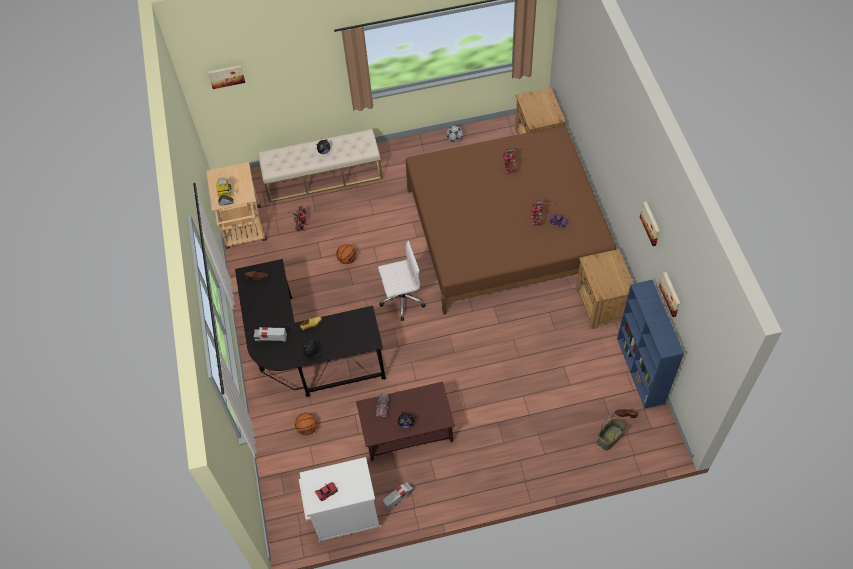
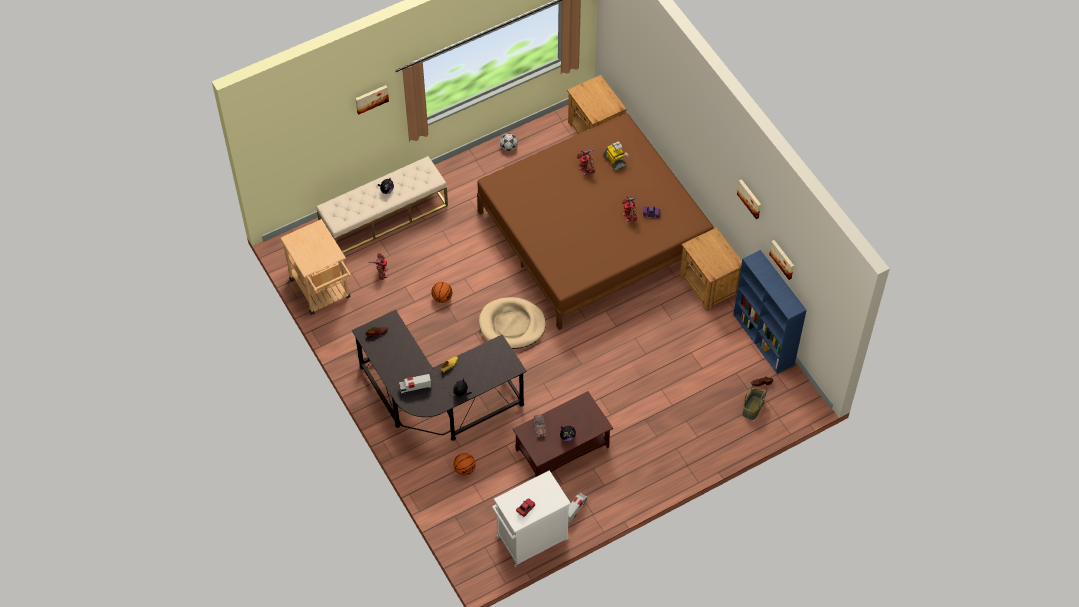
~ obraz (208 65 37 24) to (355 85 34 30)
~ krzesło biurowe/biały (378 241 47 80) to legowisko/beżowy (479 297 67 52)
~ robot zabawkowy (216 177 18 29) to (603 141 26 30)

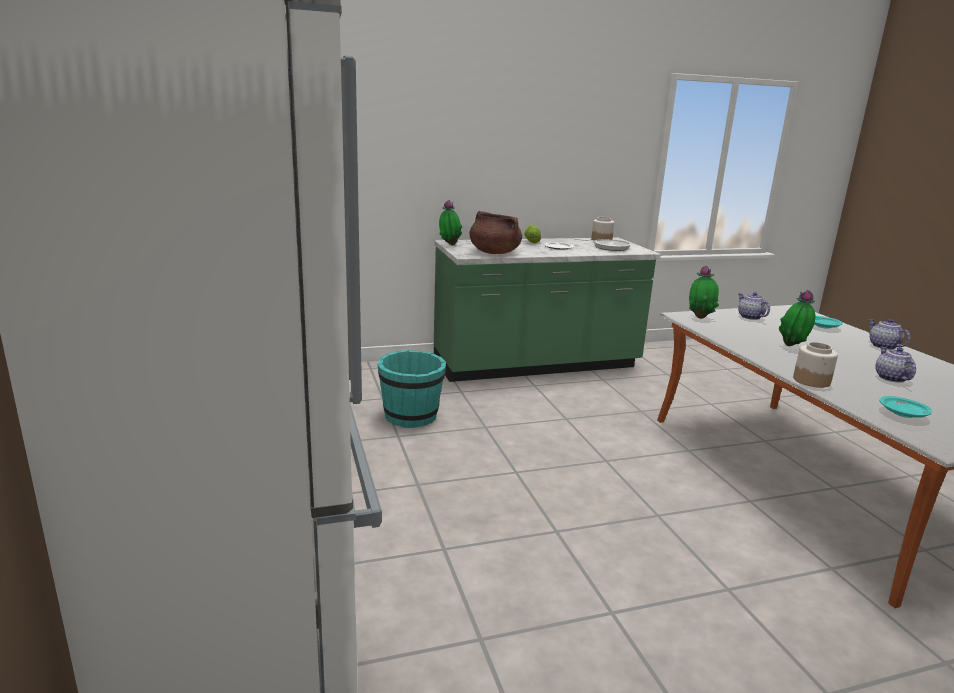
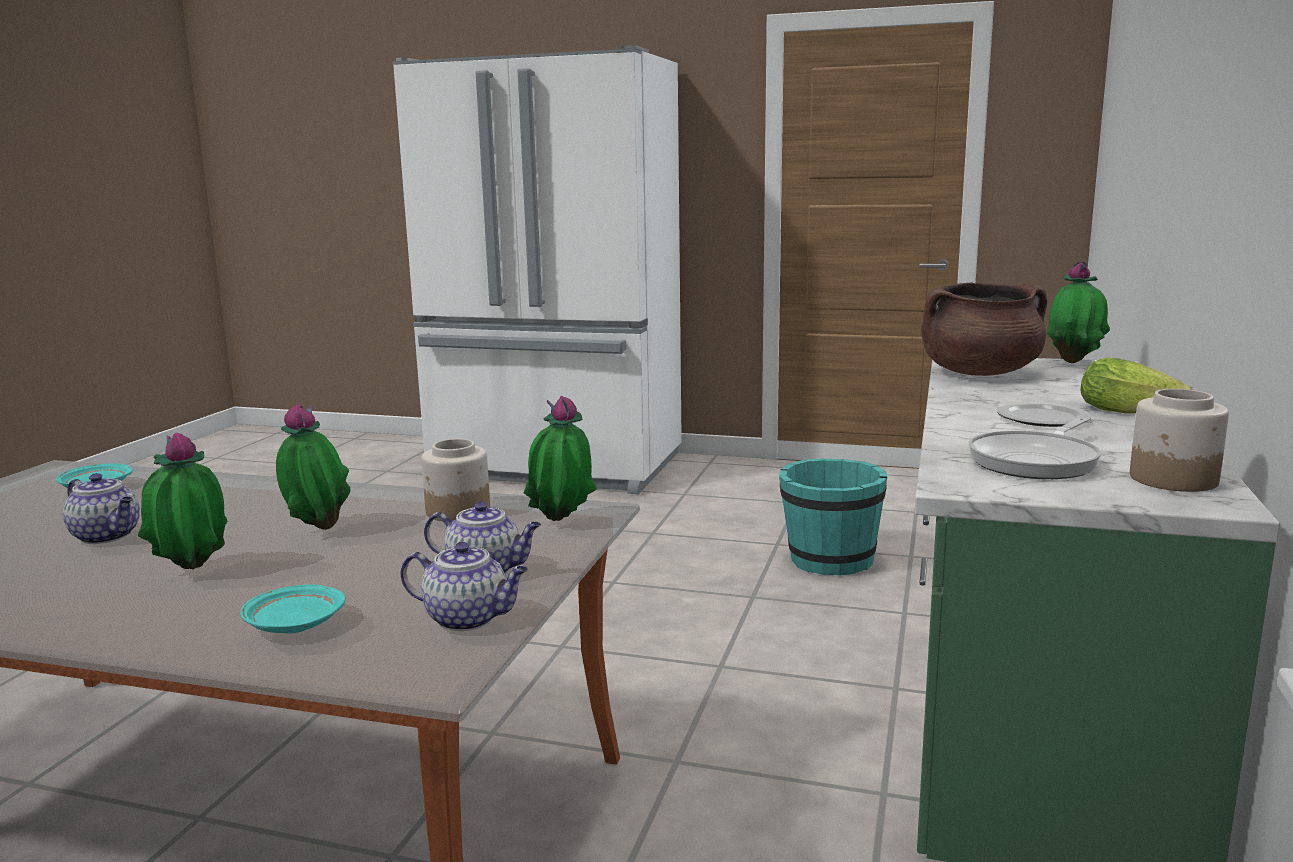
+ roślina doniczkowa (138 432 90 137)
~ imbryk (868 319 42 31) to (401 542 127 89)
~ słoik (793 342 45 46) to (421 439 69 82)

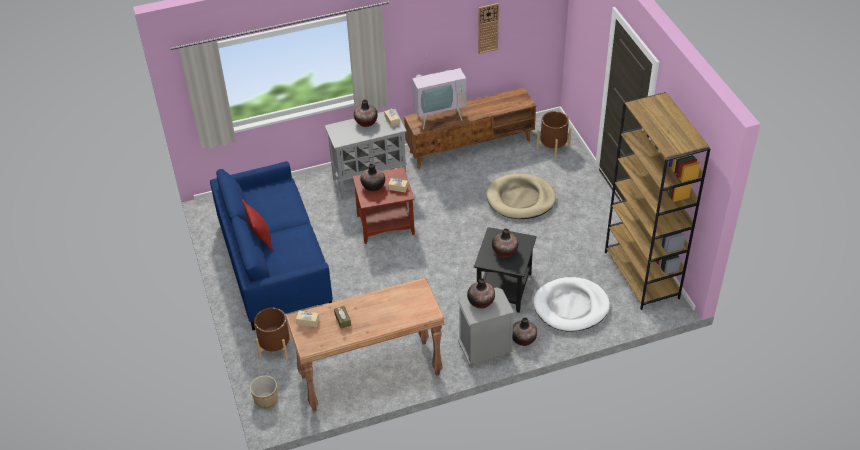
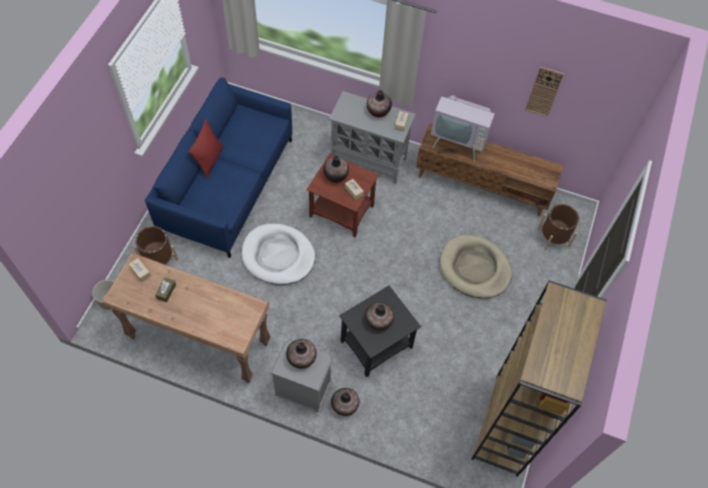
~ legowisko/biały (534 277 76 55) to (241 224 74 61)

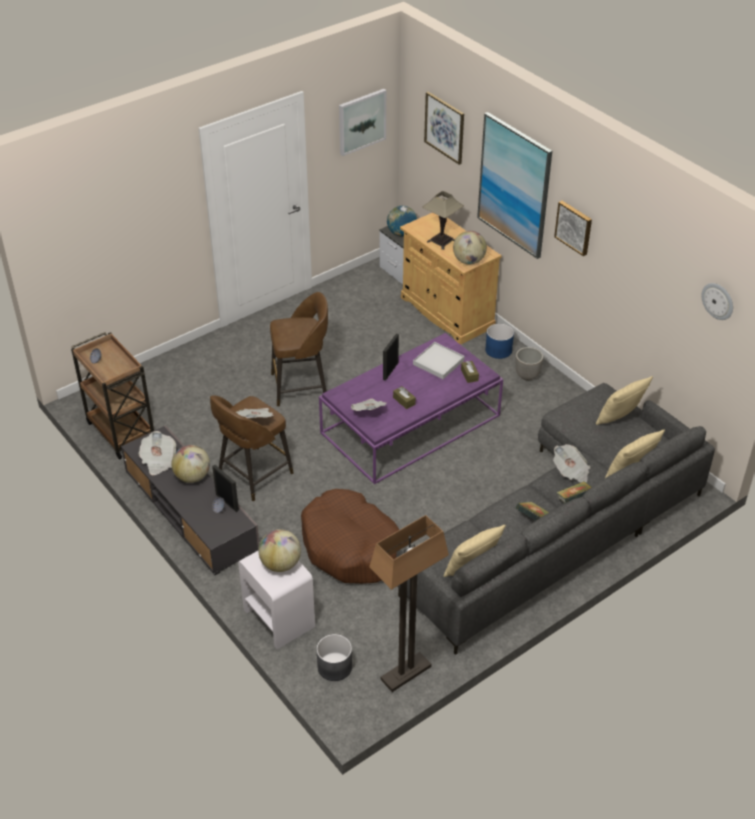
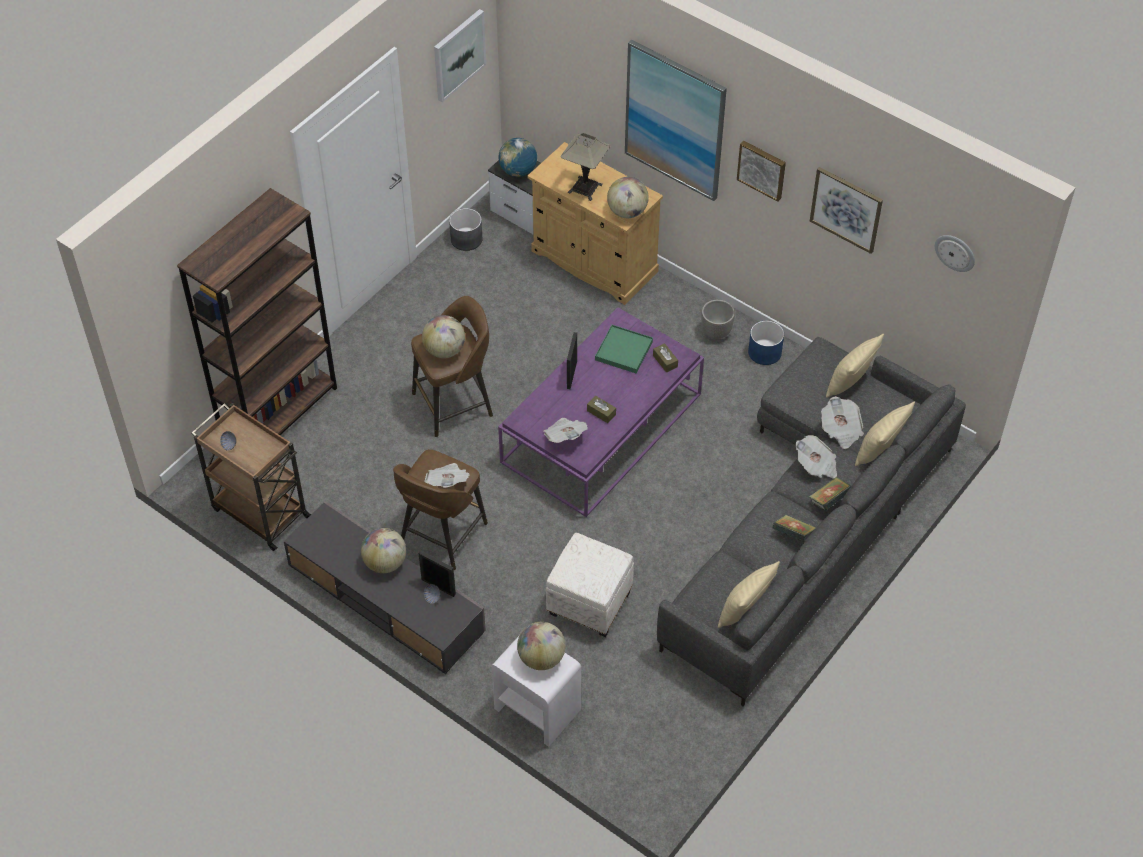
+ regał/brązowy (177 188 160 247)
+ globus (422 315 43 43)
~ donica/szary (317 634 35 47) to (449 208 34 43)
~ legowisko/brązowy (301 489 98 95) to pufa/biały (546 533 88 104)
~ taca/biały (413 342 52 37) to taca/zielony (595 325 58 49)
~ donica/niebieski (485 324 29 35) to (748 321 36 44)
~ obraz (424 92 40 73) to (810 167 73 87)
~ gazeta (138 431 38 44) to (821 396 43 53)
- lampa stojąca (369 515 80 177)

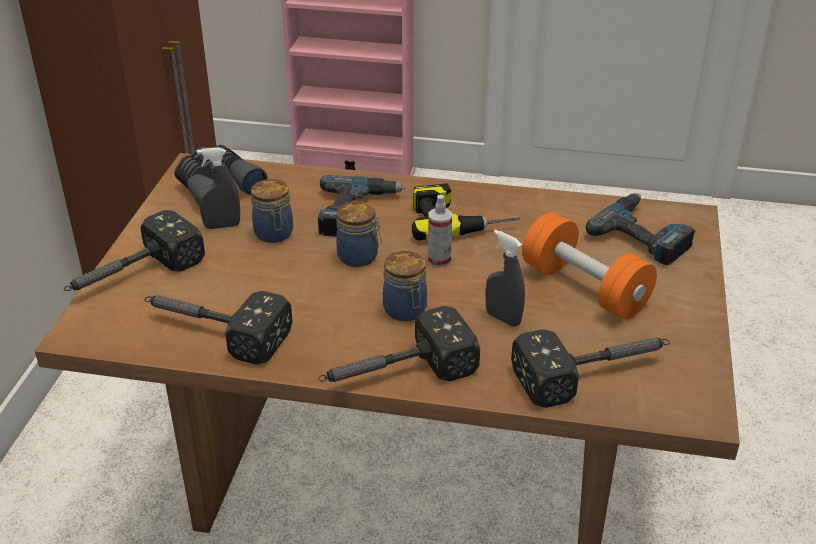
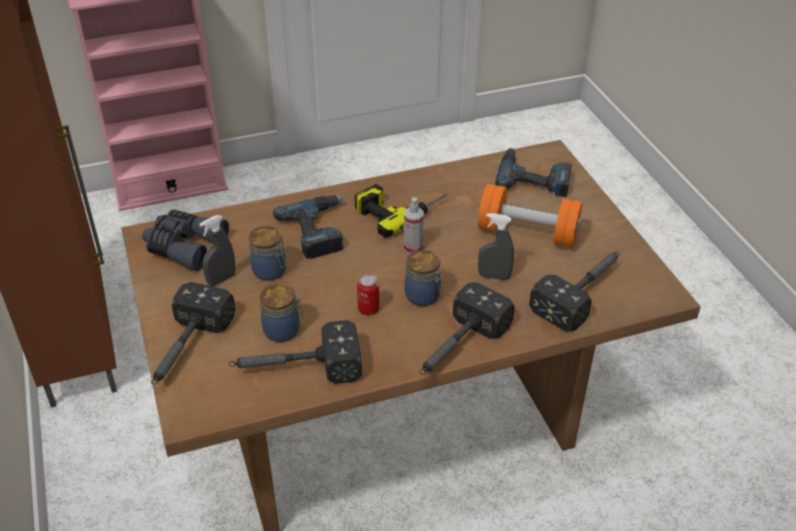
~ słoik (336 201 46 66) to (260 284 43 58)
+ puszka (357 274 23 41)

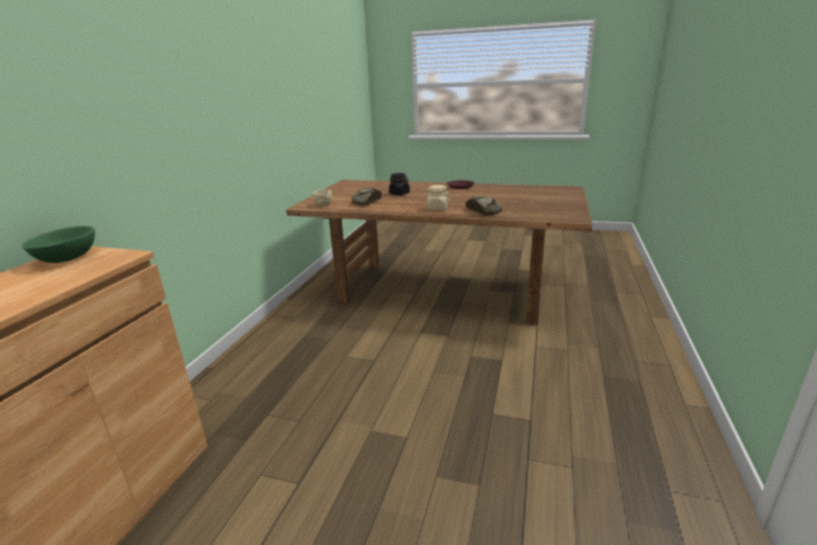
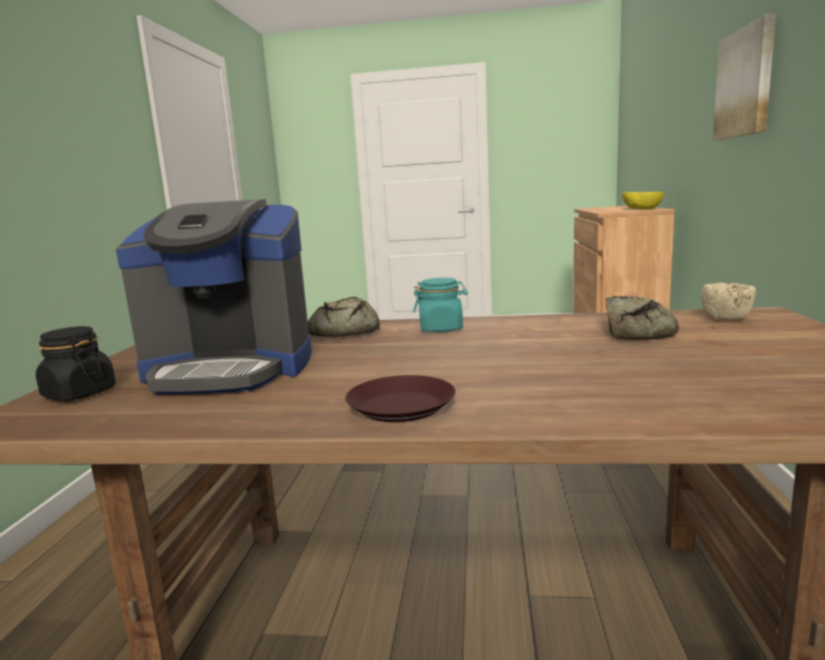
~ słoik/czarny (389 173 21 22) to (36 326 80 75)
+ ekspres do kawy (116 199 196 196)
~ słoik/beżowy (424 185 26 26) to słoik/turkusowy (413 278 55 54)
~ miska/zielony (22 226 73 37) to miska/żółty (621 192 43 17)
+ obraz (713 13 63 128)

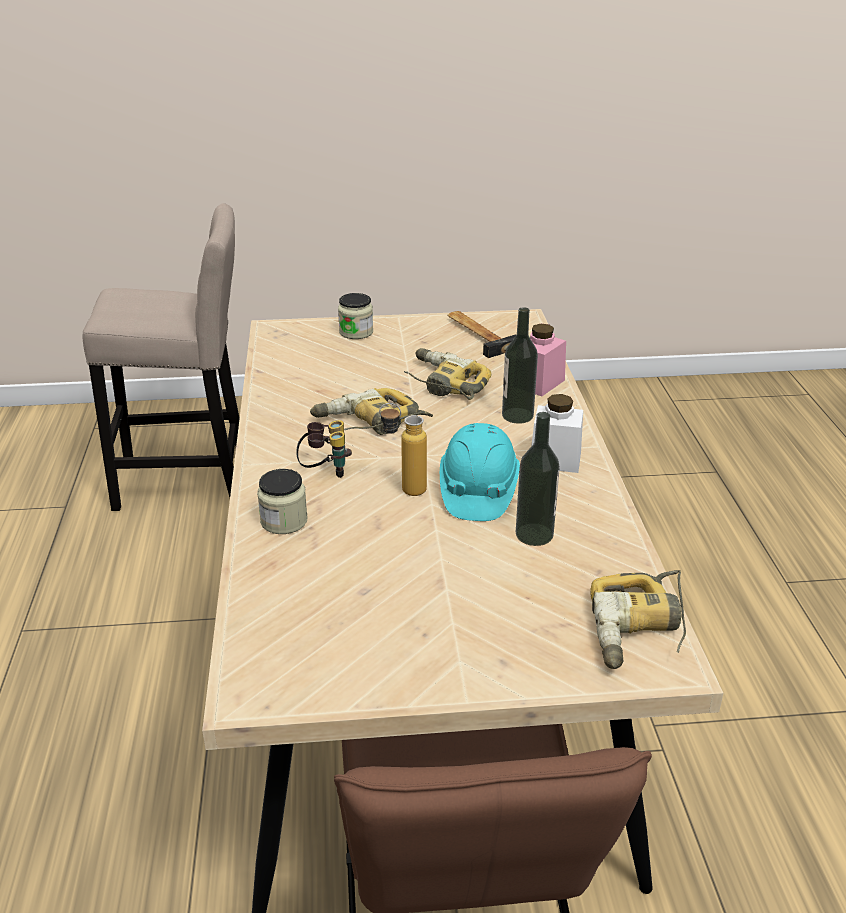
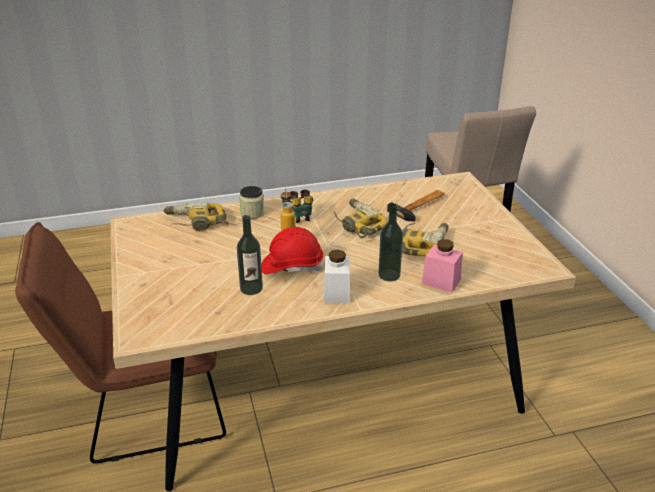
~ wiertarka (590 570 96 99) to (163 202 66 29)
~ kask/turkusowy (440 423 80 98) to kask/czerwony (261 227 63 47)
~ młotek (447 311 69 47) to (387 190 58 32)
- słoik (338 293 35 46)

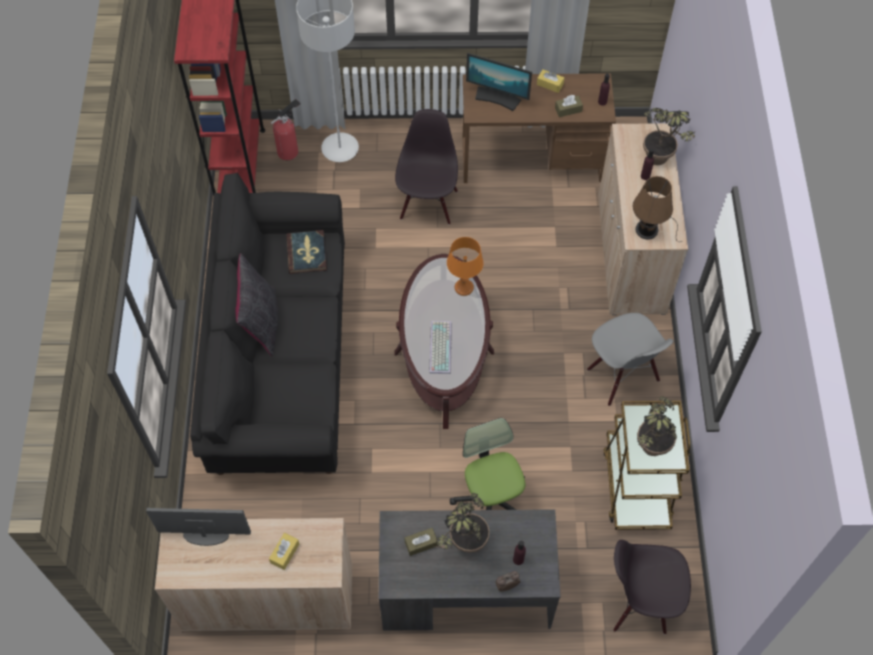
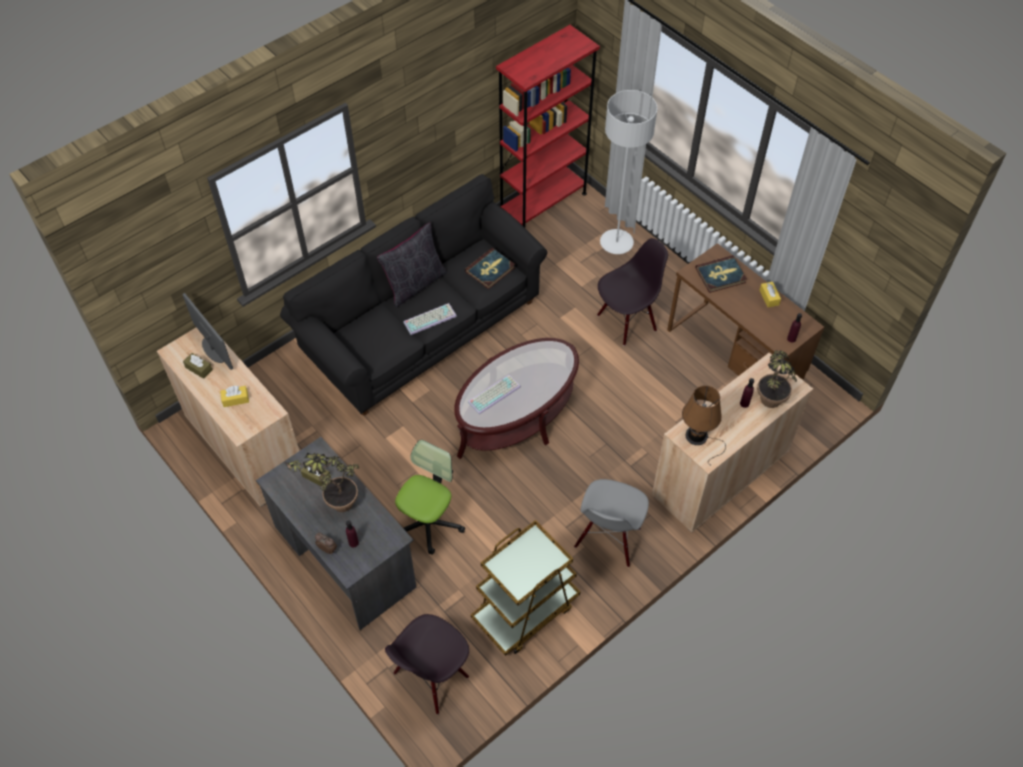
~ pudełko chusteczek/brązowy (555 95 28 22) to (183 353 30 26)
~ krzesło/czarny (613 540 78 94) = (385 614 84 100) 105 degrees counterclockwise
+ klawiatura (403 303 54 32)
~ monitor (466 53 66 58) to książka (696 255 51 38)
- gaśnica (271 99 30 61)
- lampa stołowa/pomarańczowy (447 237 37 59)
- roślina doniczkowa (637 396 40 60)

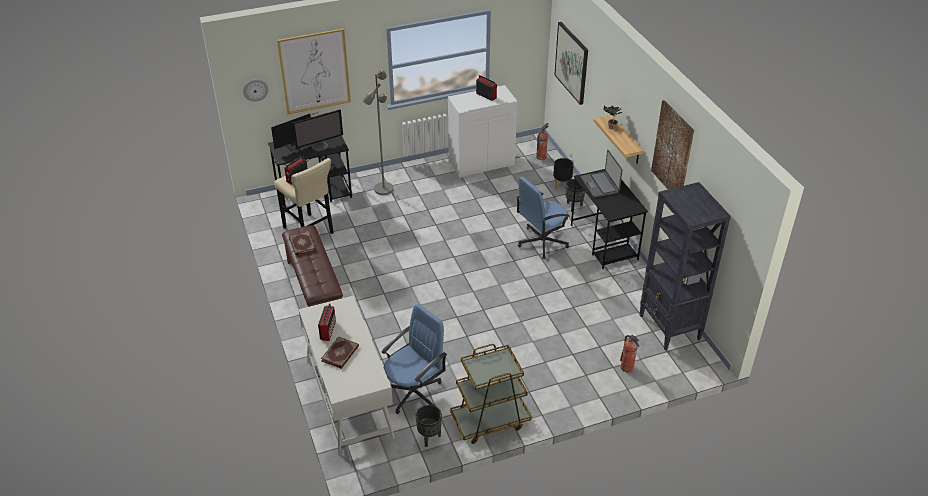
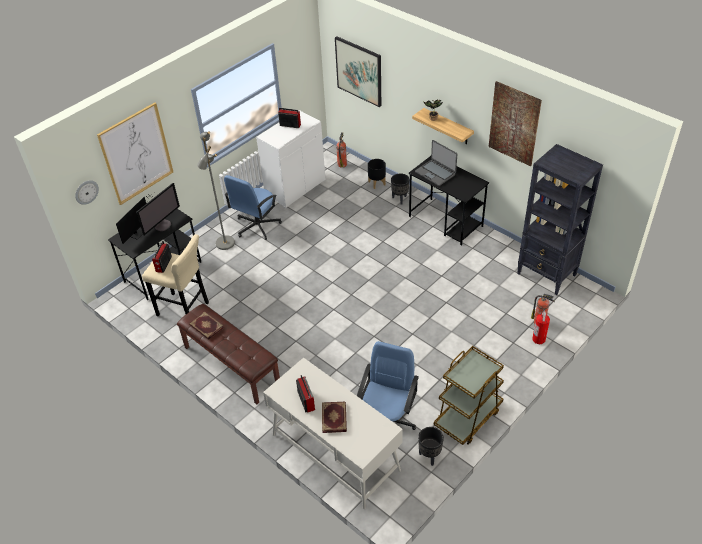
~ krzesło biurowe/niebieski (516 177 54 82) to (224 175 58 65)
+ gaśnica (532 309 18 35)

